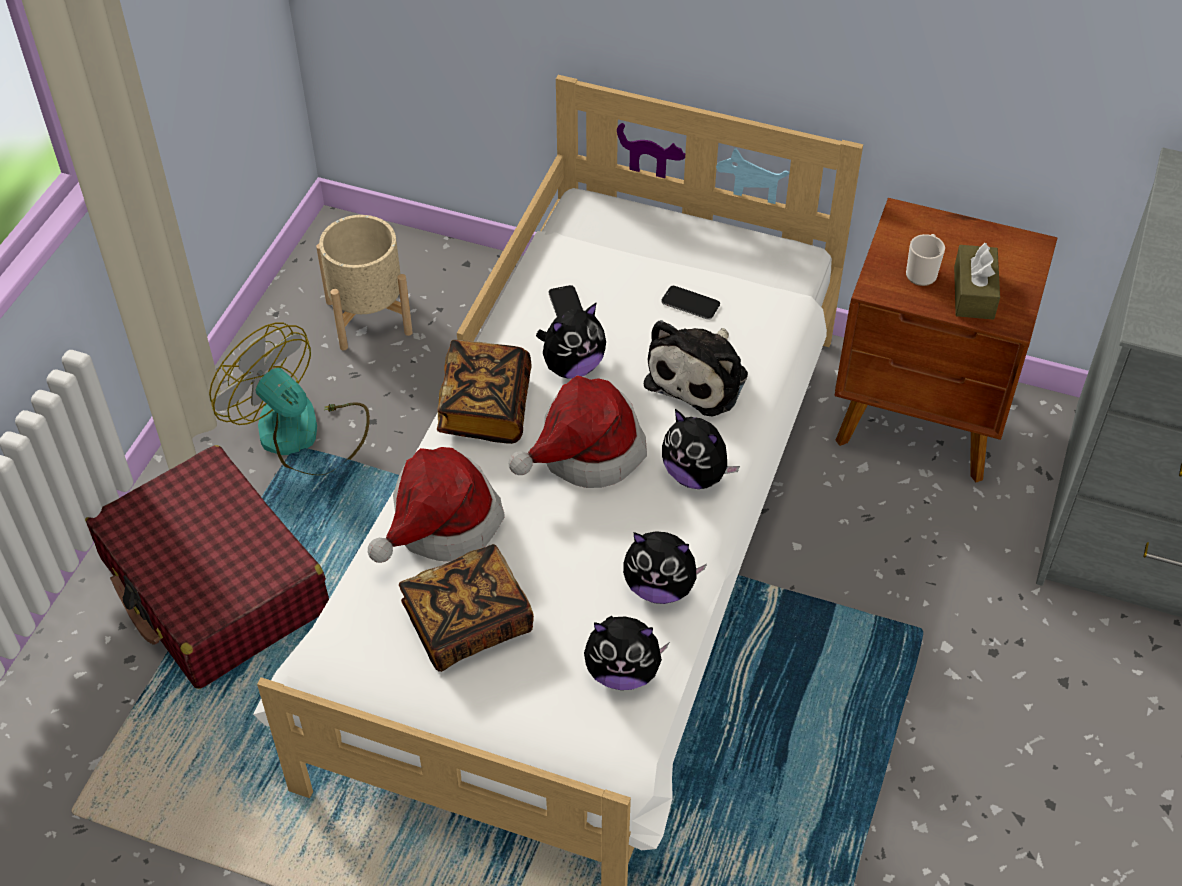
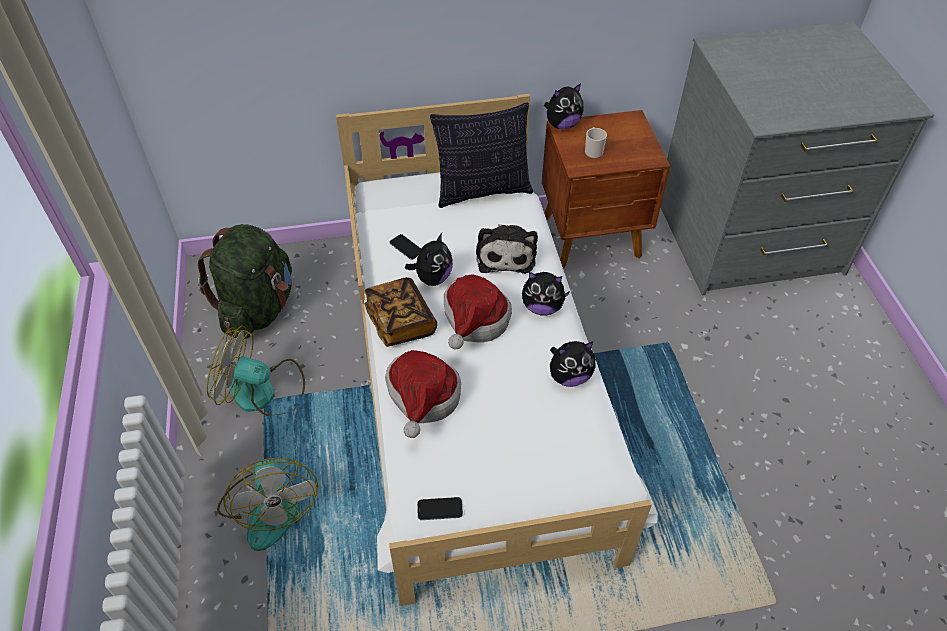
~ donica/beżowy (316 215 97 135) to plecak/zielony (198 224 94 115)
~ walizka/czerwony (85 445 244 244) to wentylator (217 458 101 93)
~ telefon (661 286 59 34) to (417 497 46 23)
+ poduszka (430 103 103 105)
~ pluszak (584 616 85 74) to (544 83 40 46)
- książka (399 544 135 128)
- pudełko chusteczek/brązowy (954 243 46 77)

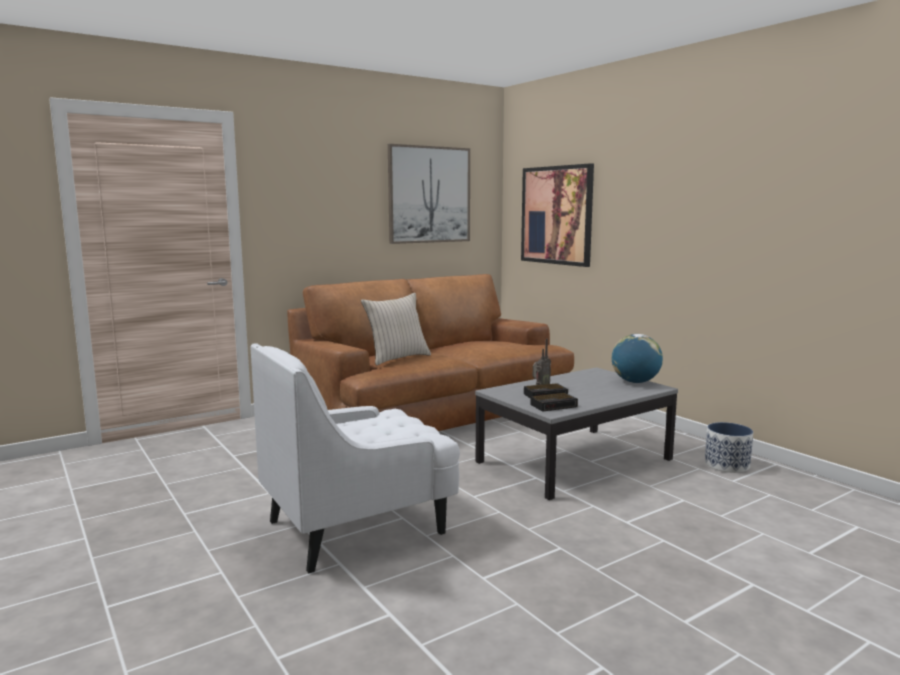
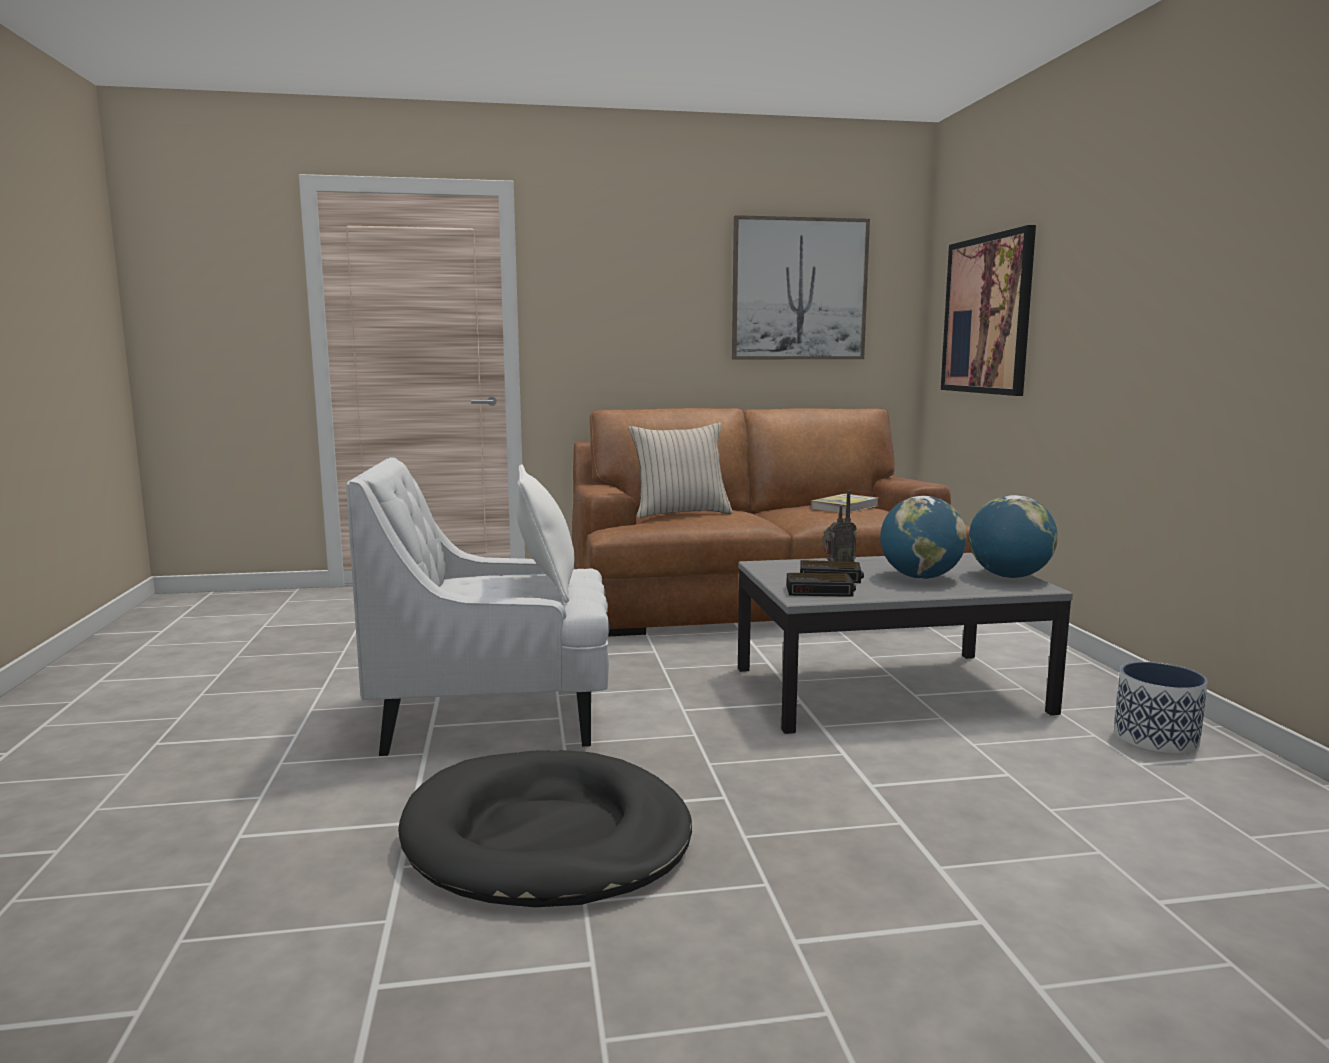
+ legowisko/czarny (398 750 294 157)
+ poduszka/biały (516 464 58 139)
+ książka (811 494 67 20)
+ globus (880 496 87 83)

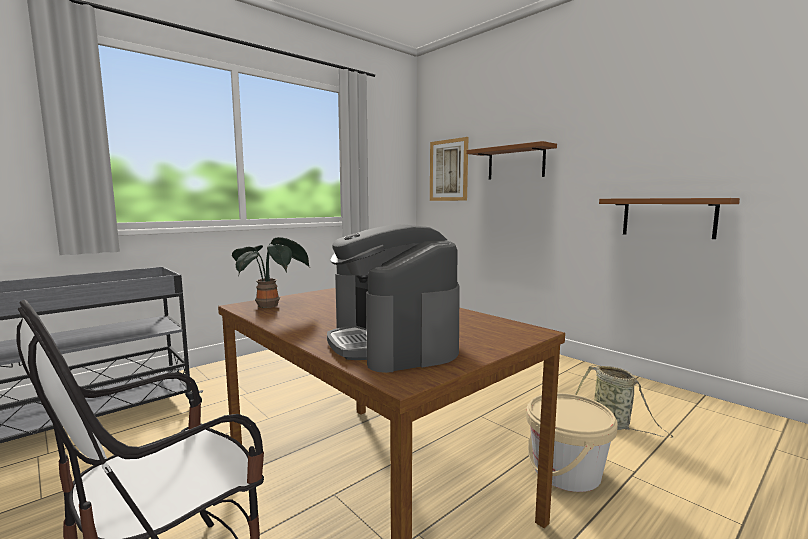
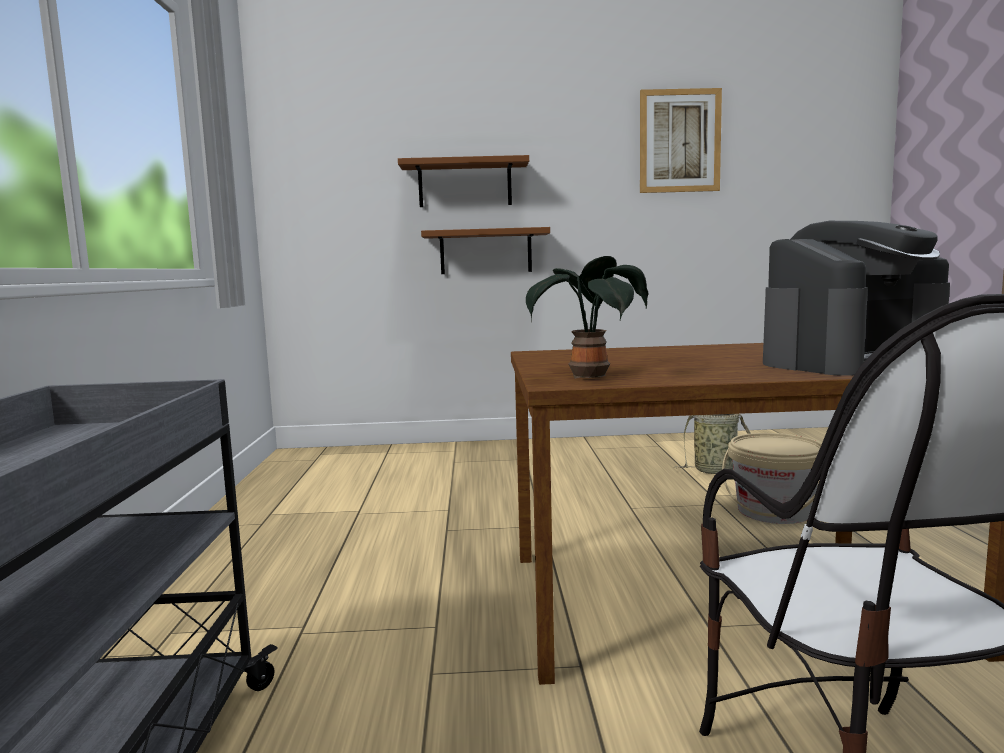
~ półka/brązowy (599 198 141 41) to (421 227 129 47)
~ obraz (430 137 39 64) to (640 88 82 105)
~ ekspres do kawy (327 224 133 149) = (763 221 187 155) 45 degrees counterclockwise

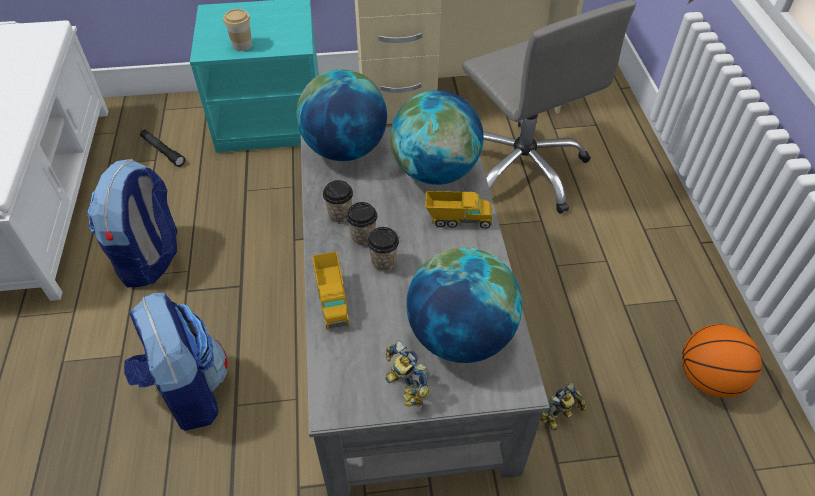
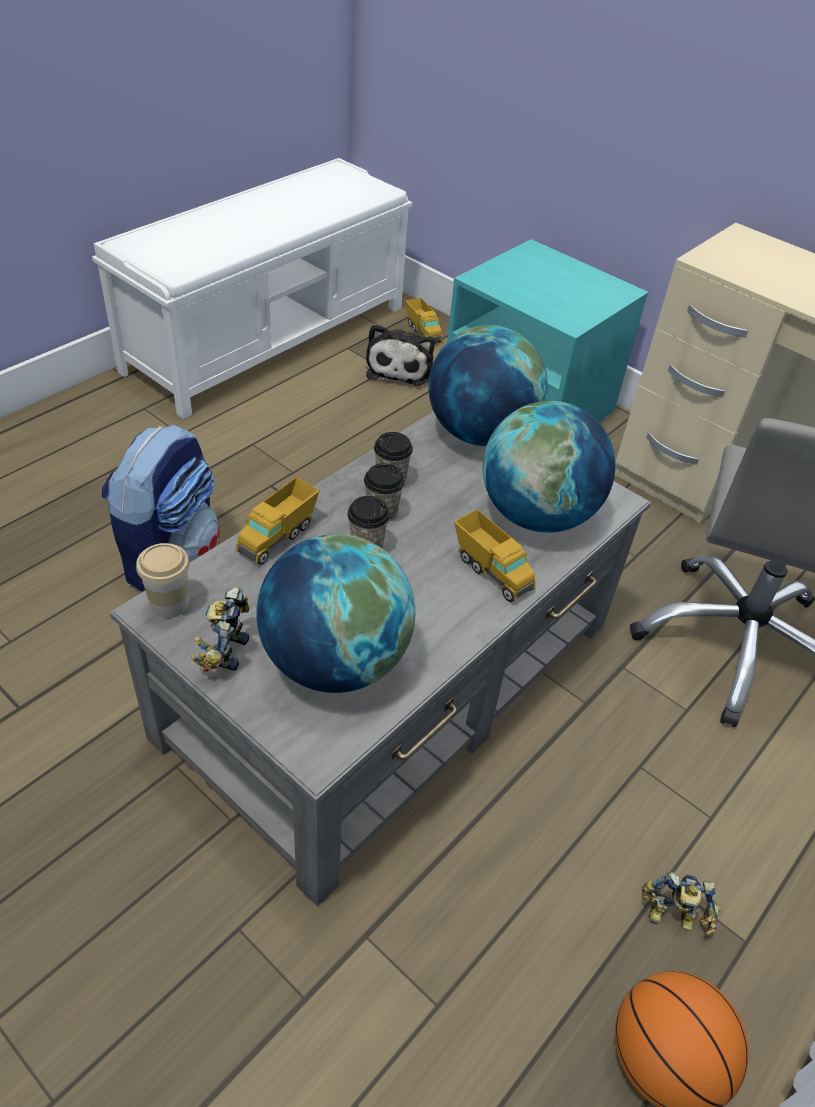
~ filiżanka (223 9 29 42) to (136 543 54 75)
~ latarka/czarny (140 130 45 37) to pluszak (366 324 69 62)
+ ciężarówka zabawkowa (406 298 36 45)
~ robot zabawkowy (540 383 47 48) to (641 872 80 63)
- plecak (87 159 90 128)

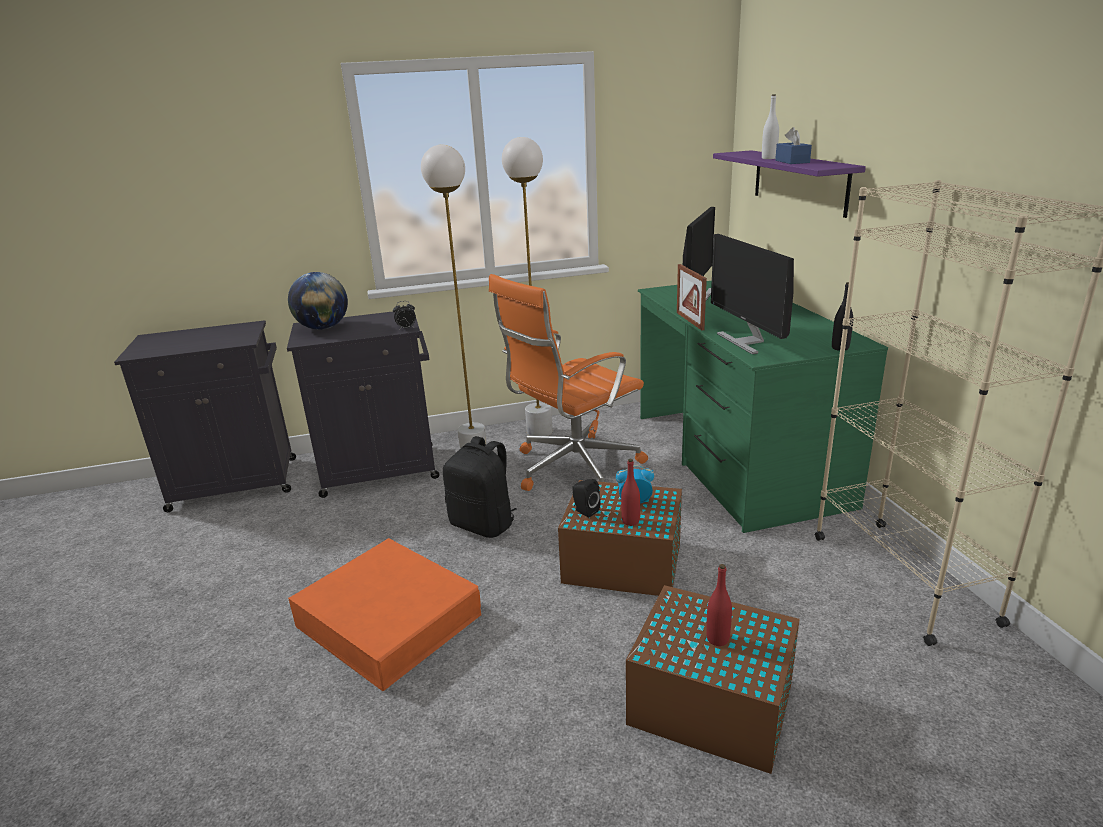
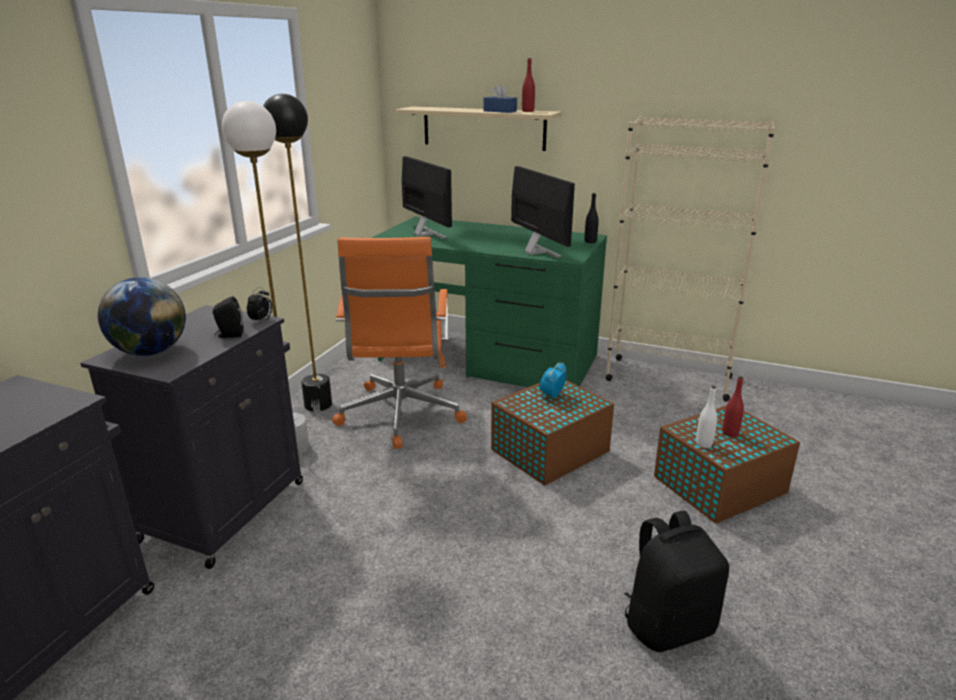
~ głośnik/czarny (572 479 29 39) to (213 296 31 42)
~ lampa stojąca/biały (502 137 50 299) to lampa stojąca/czarny (263 94 69 318)
~ półka/fioletowy (713 150 153 68) to półka/beżowy (395 106 166 45)
~ monitor (711 234 83 120) = (511 166 64 92) 135 degrees counterclockwise
~ butelka/czerwony (621 459 19 67) to (522 58 13 54)
~ plecak/czarny (443 436 73 102) to (625 511 104 141)
~ butelka/biały (762 94 17 65) to (696 386 21 62)
- pojemnik do przechowywania/pomarańczowy (288 538 193 153)
- ramka na zdjęcie (677 264 30 67)

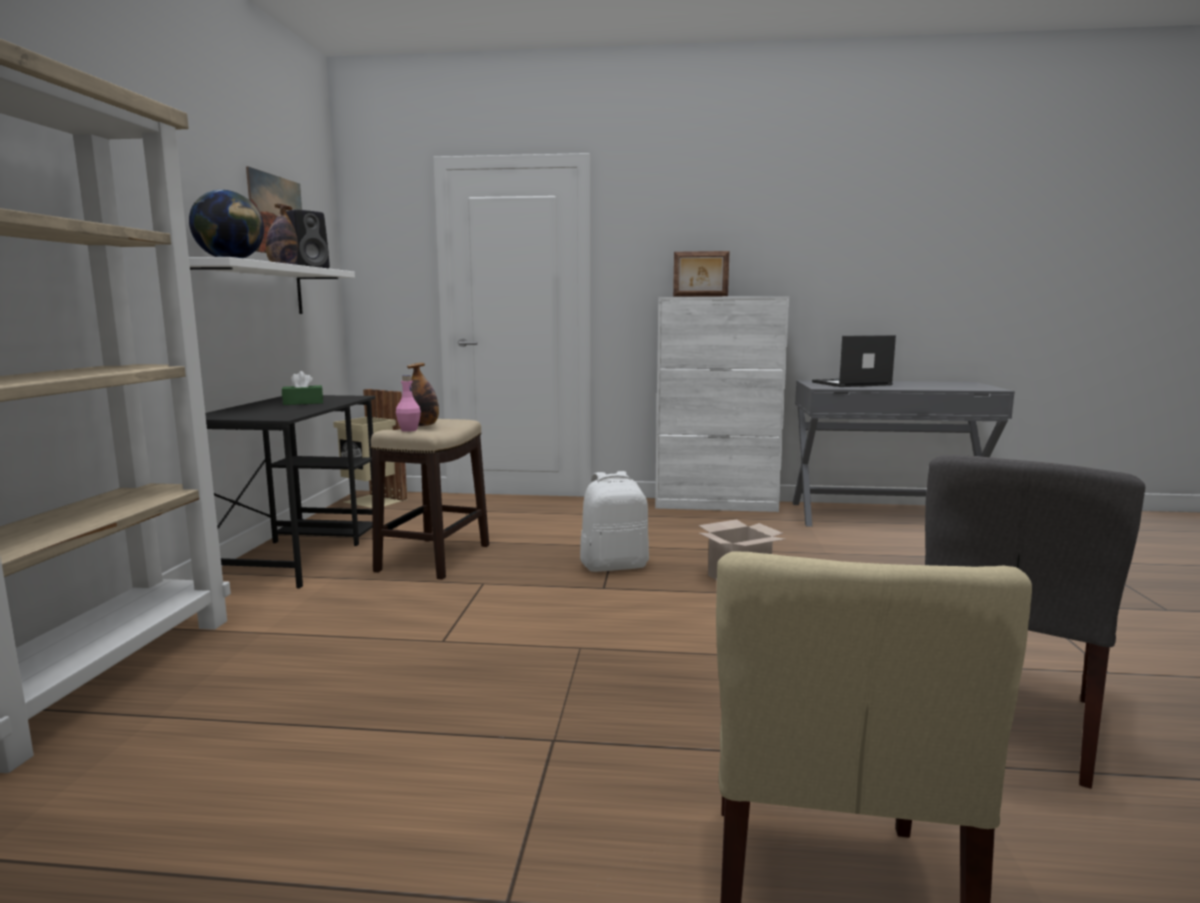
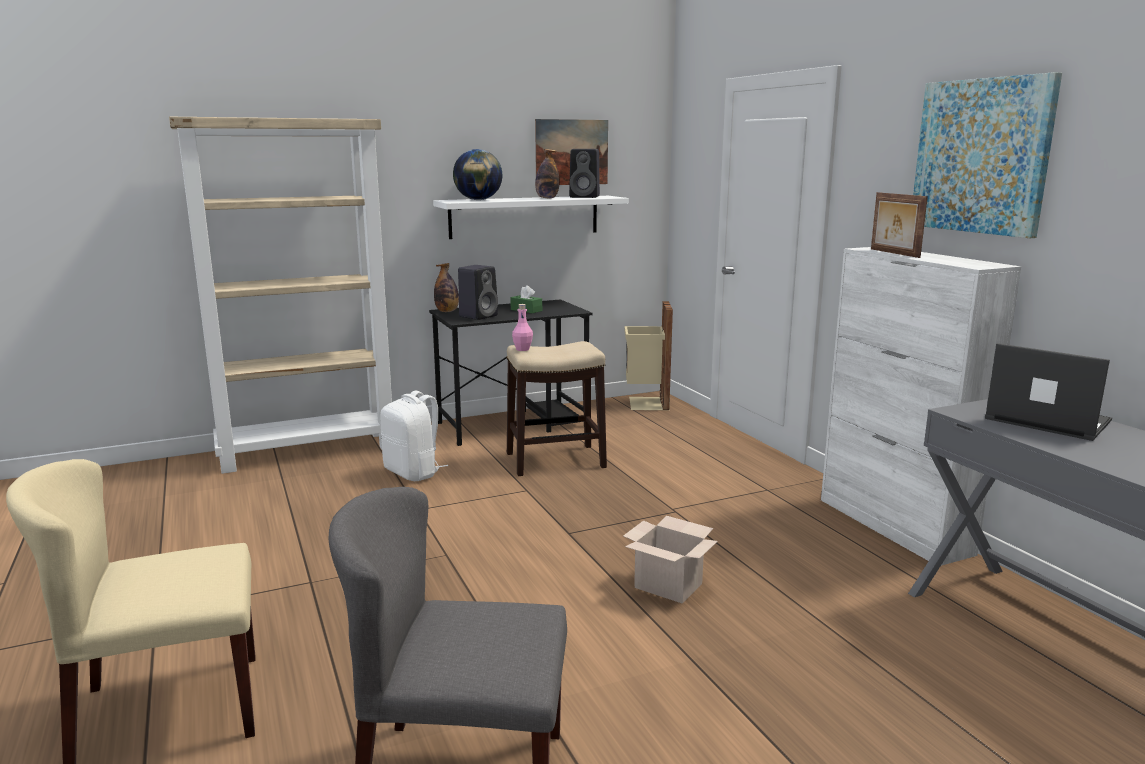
~ plecak/biały (580 471 69 101) to (380 391 68 90)
~ butelka (407 363 32 63) to (434 263 25 49)
+ głośnik/czarny (458 265 40 55)
+ obraz (913 72 149 166)

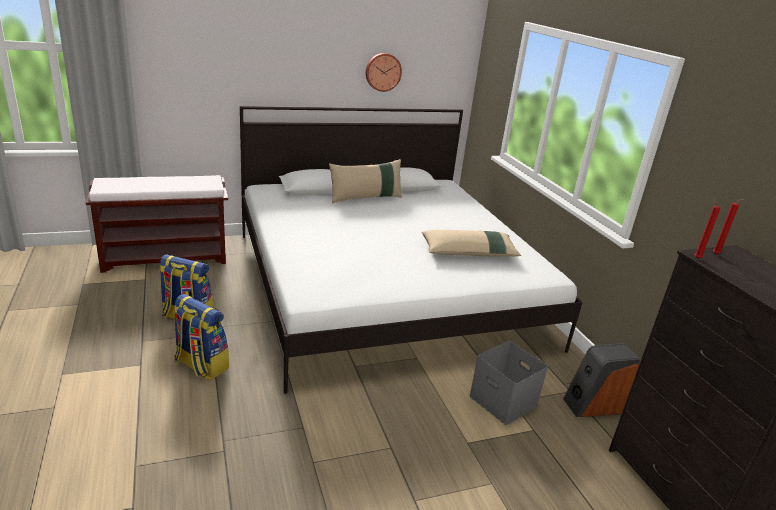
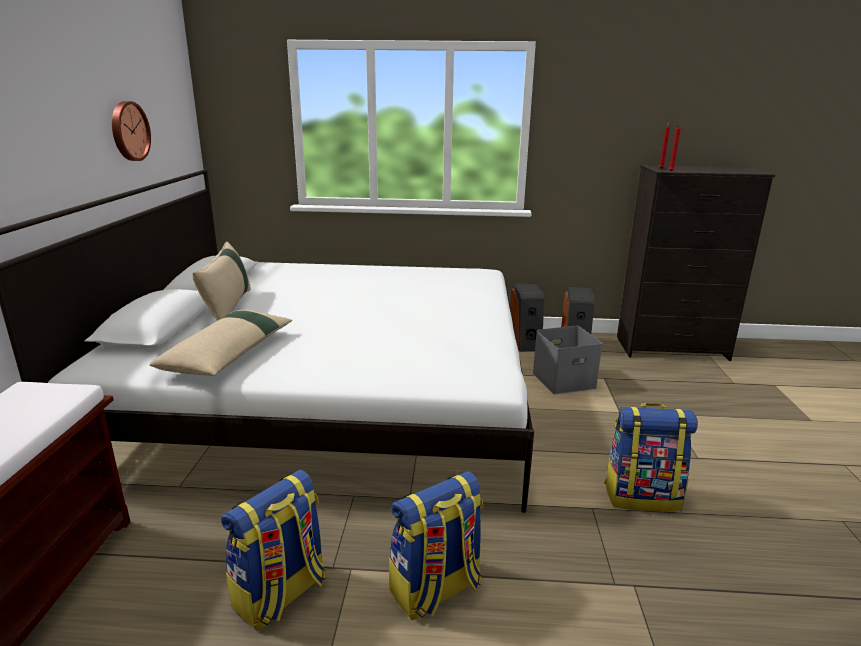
~ poduszka/beżowy (422 230 99 26) to (149 310 143 66)
+ głośnik (510 284 34 68)
+ plecak (604 403 94 108)

